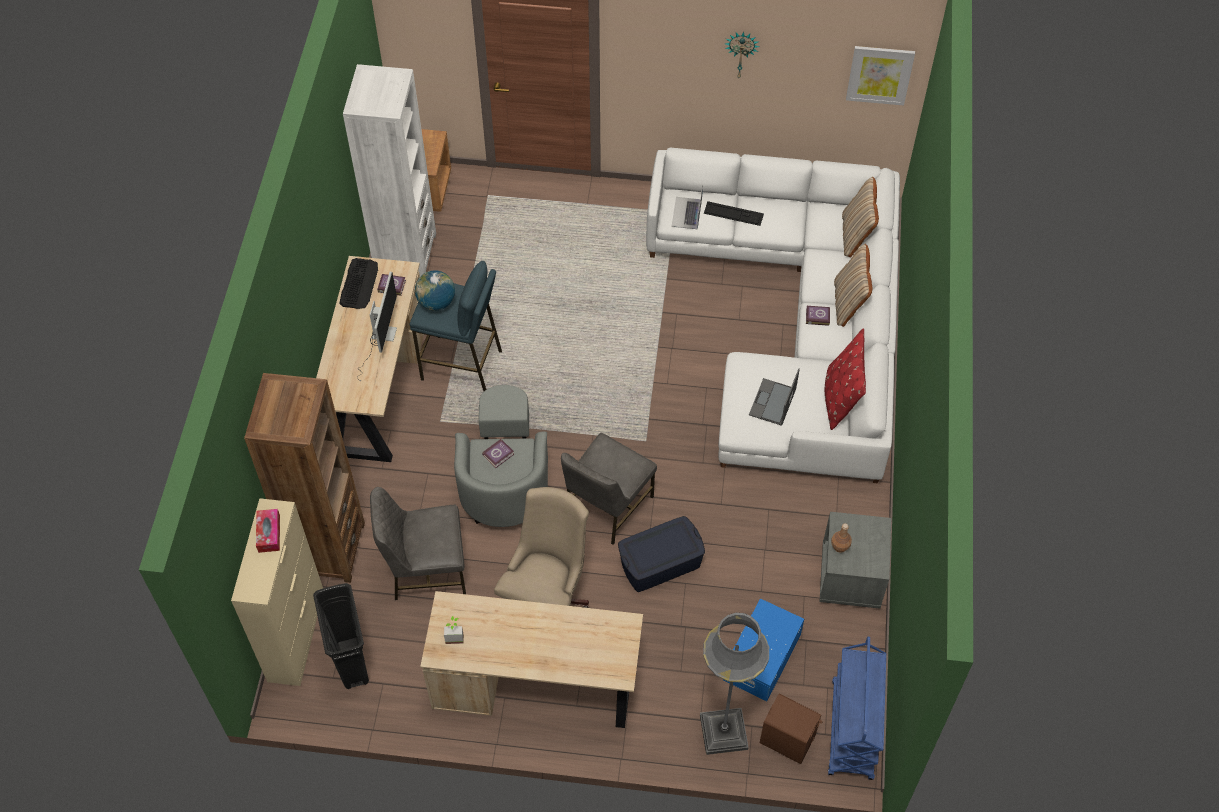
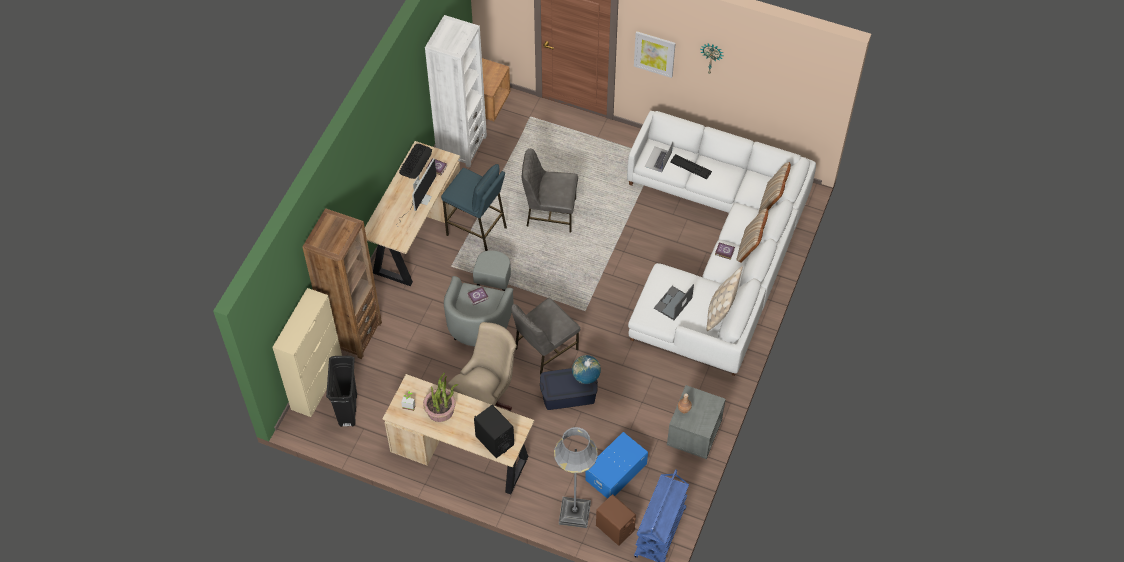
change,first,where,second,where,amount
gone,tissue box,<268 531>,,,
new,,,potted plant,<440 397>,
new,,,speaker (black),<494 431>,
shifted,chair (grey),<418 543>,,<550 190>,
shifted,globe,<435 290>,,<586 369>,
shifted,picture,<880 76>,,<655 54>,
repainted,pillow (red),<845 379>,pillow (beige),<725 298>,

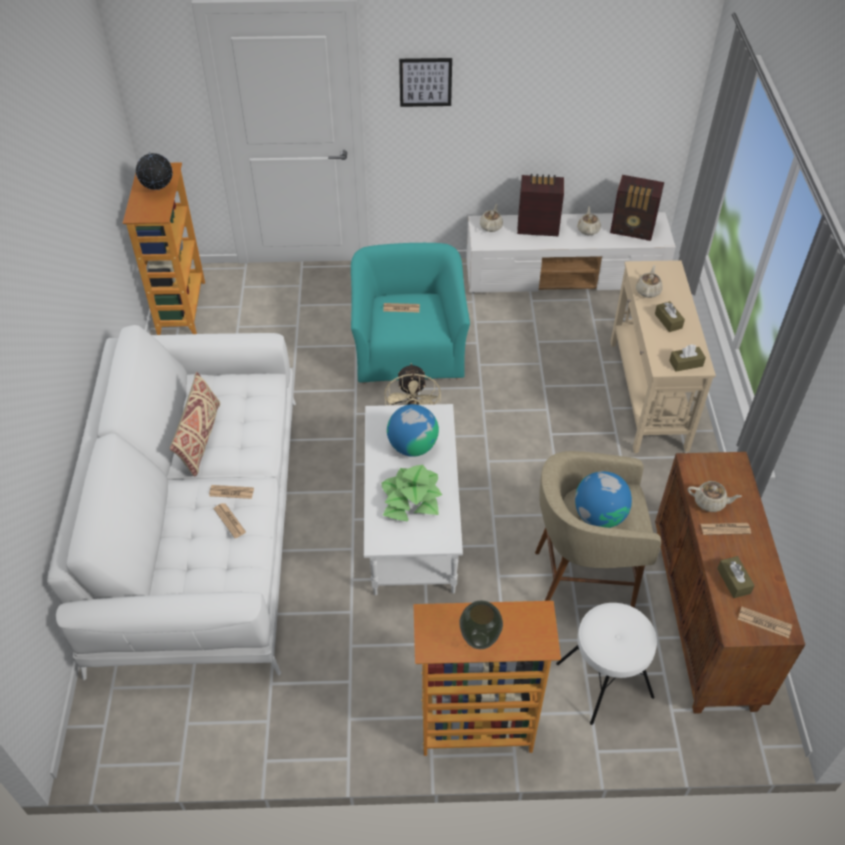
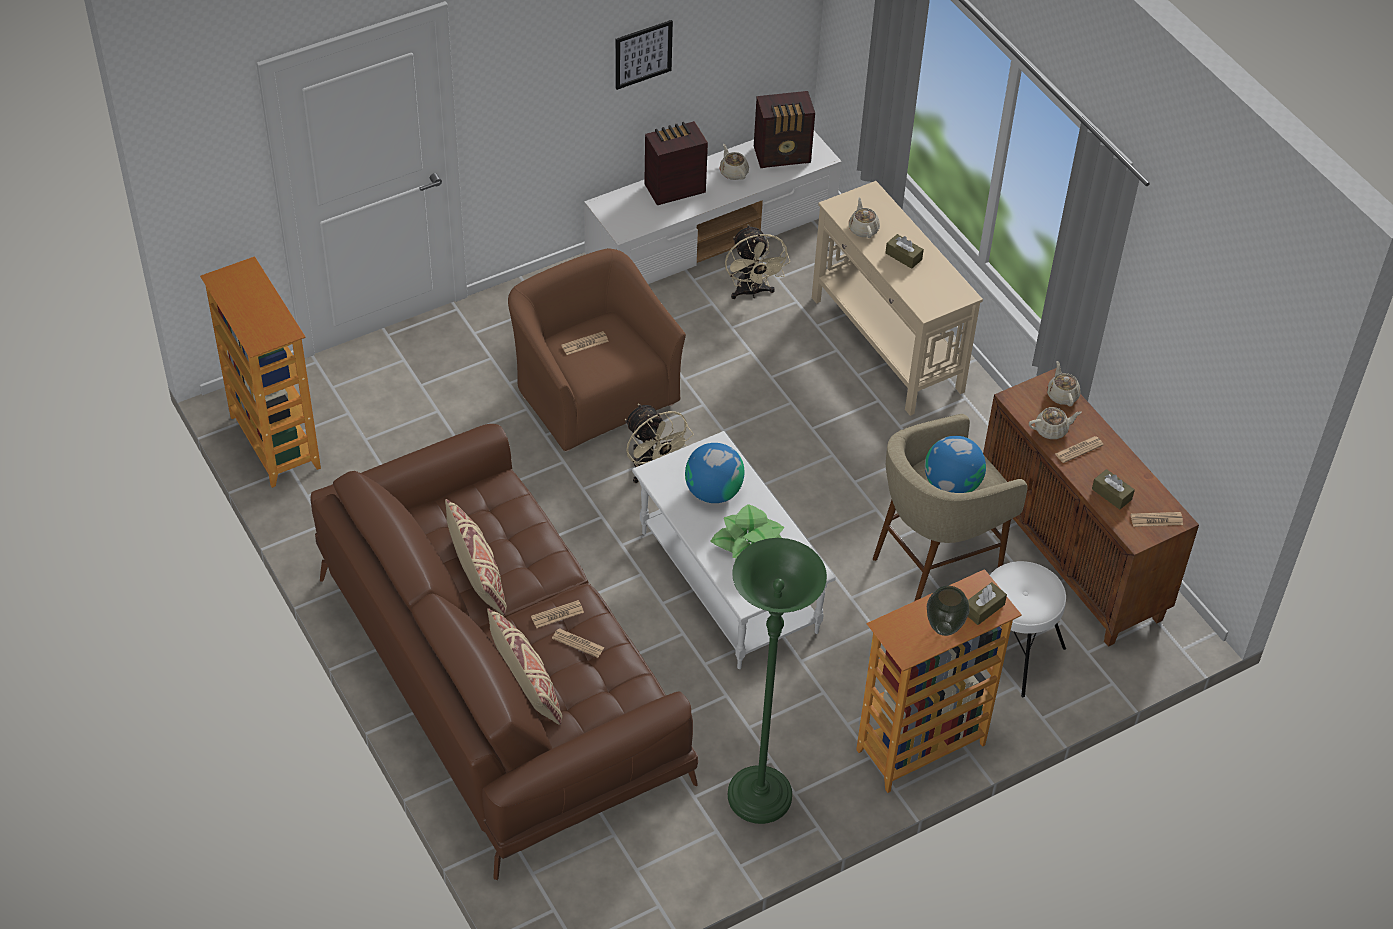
change,first,where,second,where,amount
gone,globe,<154 171>,,,
new,,,pillow (beige),<524 666>,
new,,,fan (beige),<757 261>,
new,,,floor lamp (green),<777 681>,
shifted,picture,<425 82>,,<644 55>,
shifted,teapot (beige),<491 218>,,<1064 383>,
shifted,tissue box (brown),<687 358>,,<987 603>,
repainted,sofa (white),<171 502>,sofa (brown),<504 652>,
repainted,armchair (turquoise),<410 313>,armchair (brown),<597 349>,

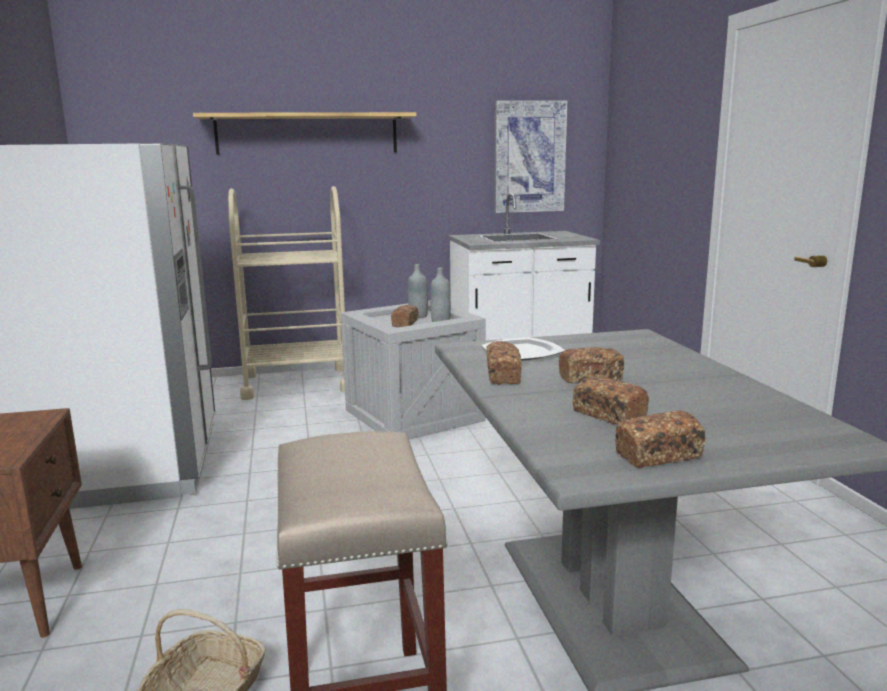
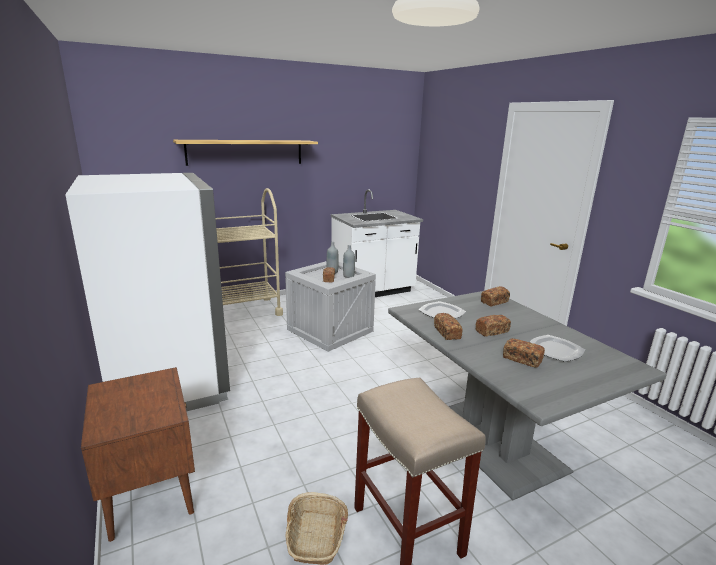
change,first,where,second,where,amount
gone,picture,<530 156>,,,
new,,,plate,<557 348>,
shifted,bread,<660 439>,,<495 296>,

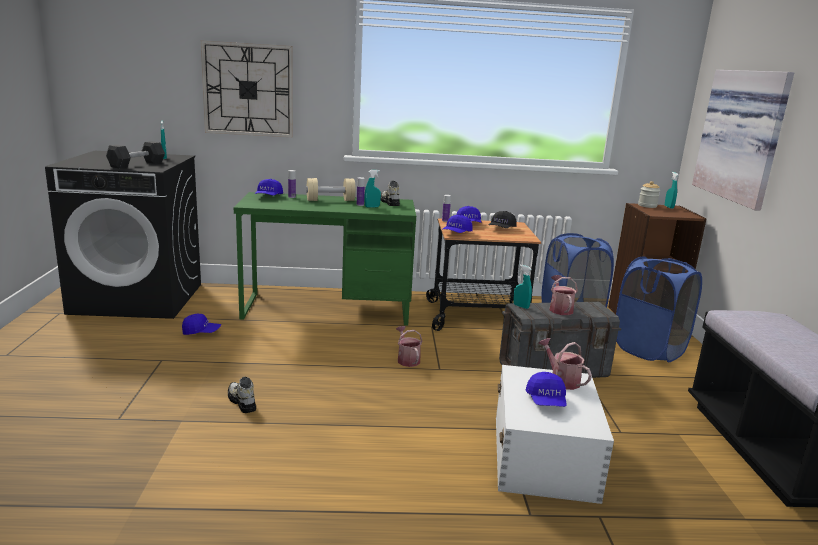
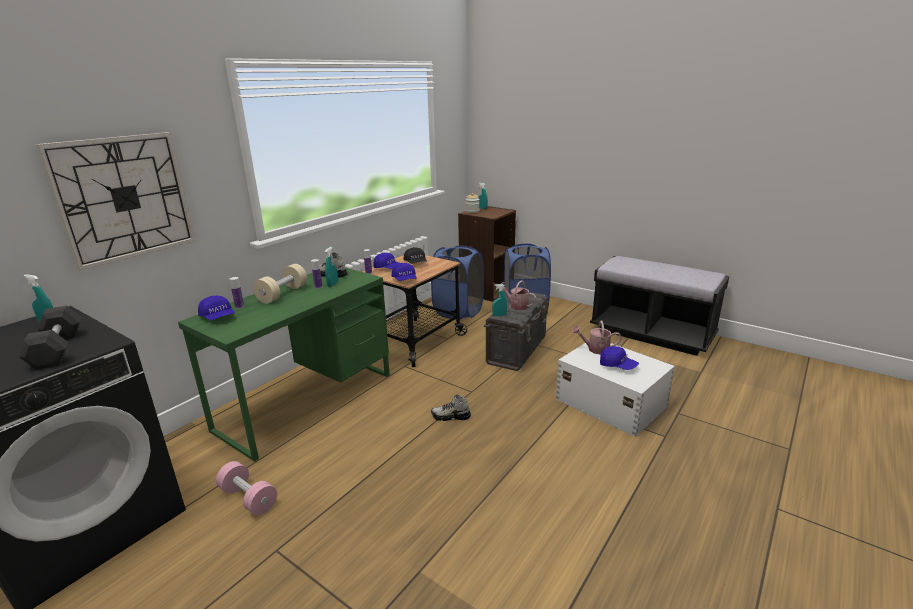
change,first,where,second,where,amount
gone,watering can,<409 346>,,,
gone,picture,<743 140>,,,
shifted,shoe,<242 395>,,<451 407>,
swapped,cap (blue),<201 324>,dumbbell (pink),<246 488>,

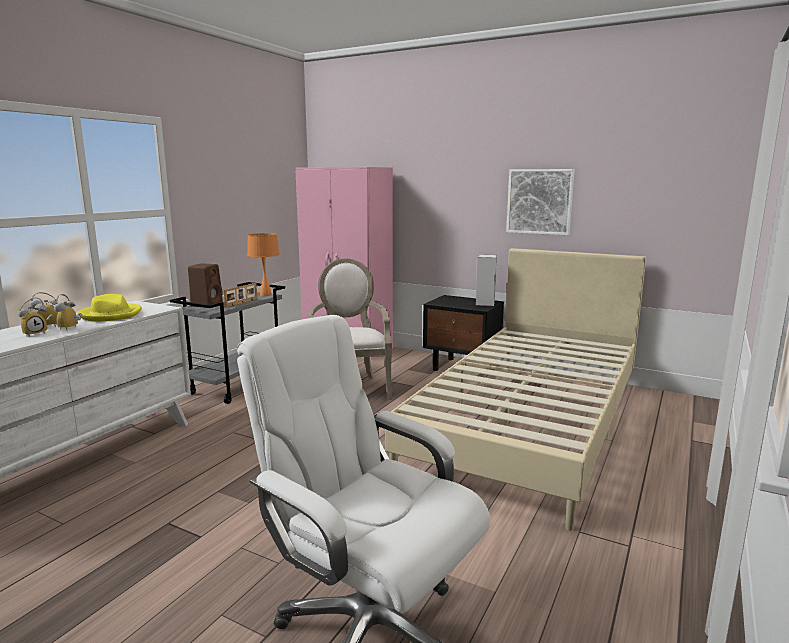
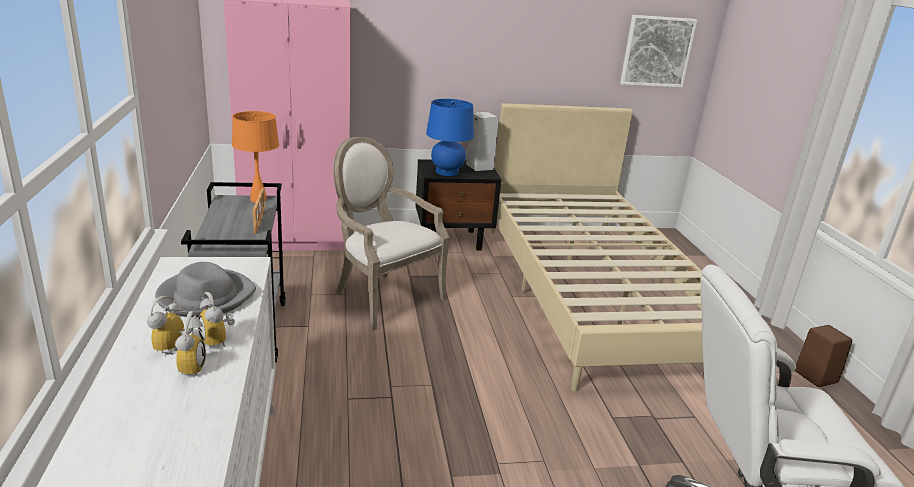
change,first,where,second,where,amount
new,,,table lamp (blue),<450 137>,
shifted,speaker (brown),<205 285>,,<823 356>,
shifted,picture,<540 202>,,<658 51>,
repainted,hat (yellow),<109 307>,hat (grey),<205 290>,

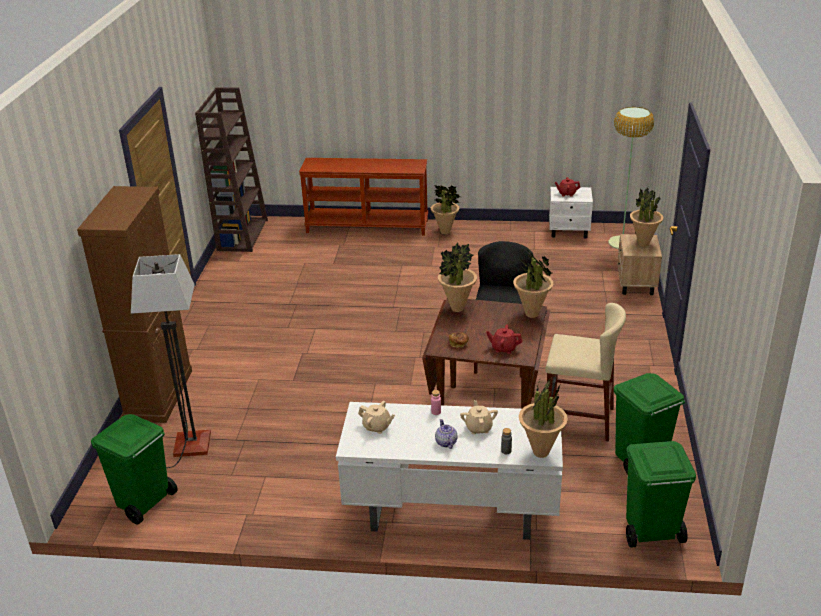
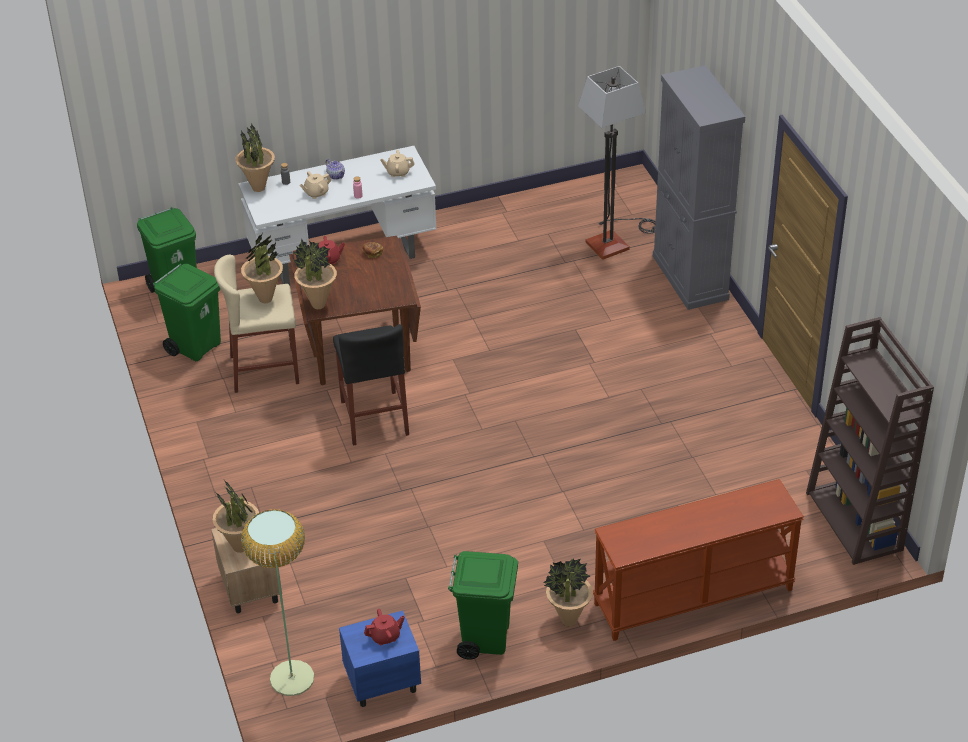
change,first,where,second,where,amount
shifted,trash can (green),<134 469>,,<483 605>,
shifted,potted plant,<457 277>,,<262 268>,
repainted,cabinet (brown),<134 304>,cabinet (grey),<699 187>,
repainted,nightstand (white),<571 212>,nightstand (blue),<380 658>,
rotated,teapot (beige),<479 417>,,<316 185>,90 degrees clockwise

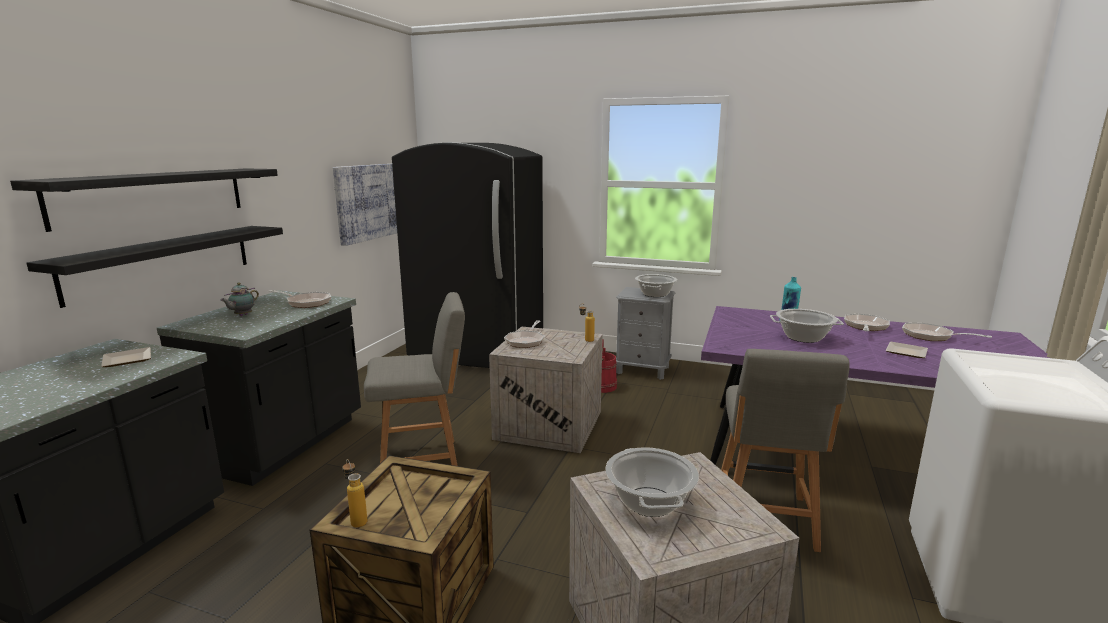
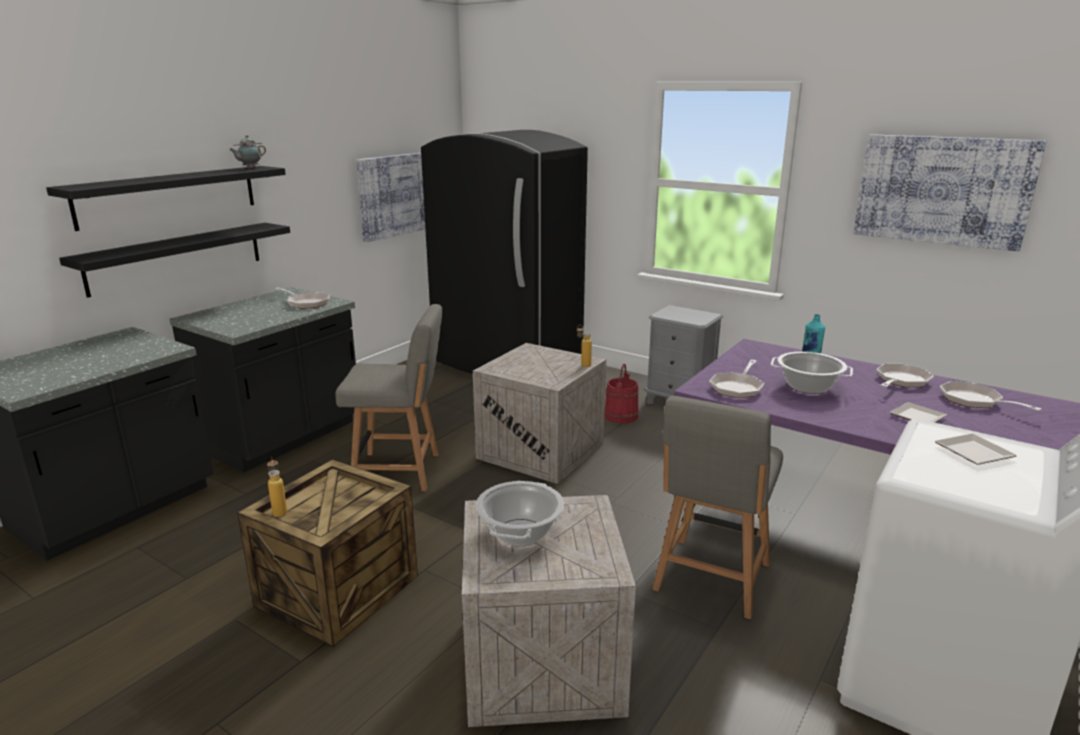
change,first,where,second,where,amount
gone,cooking pot,<656 285>,,,
new,,,picture,<950 192>,
shifted,plate,<126 357>,,<976 449>,
shifted,teapot,<239 299>,,<247 152>,
shifted,frying pan,<524 334>,,<736 379>,

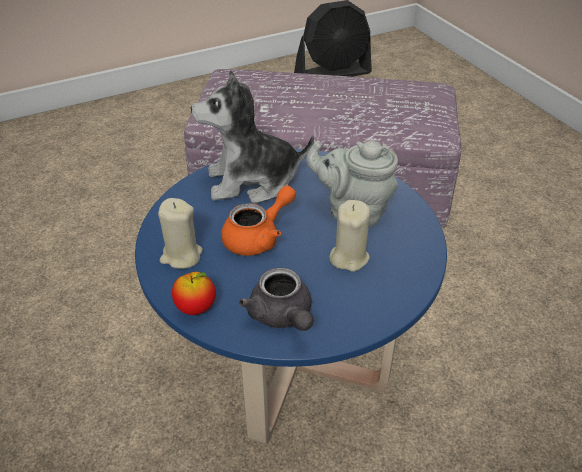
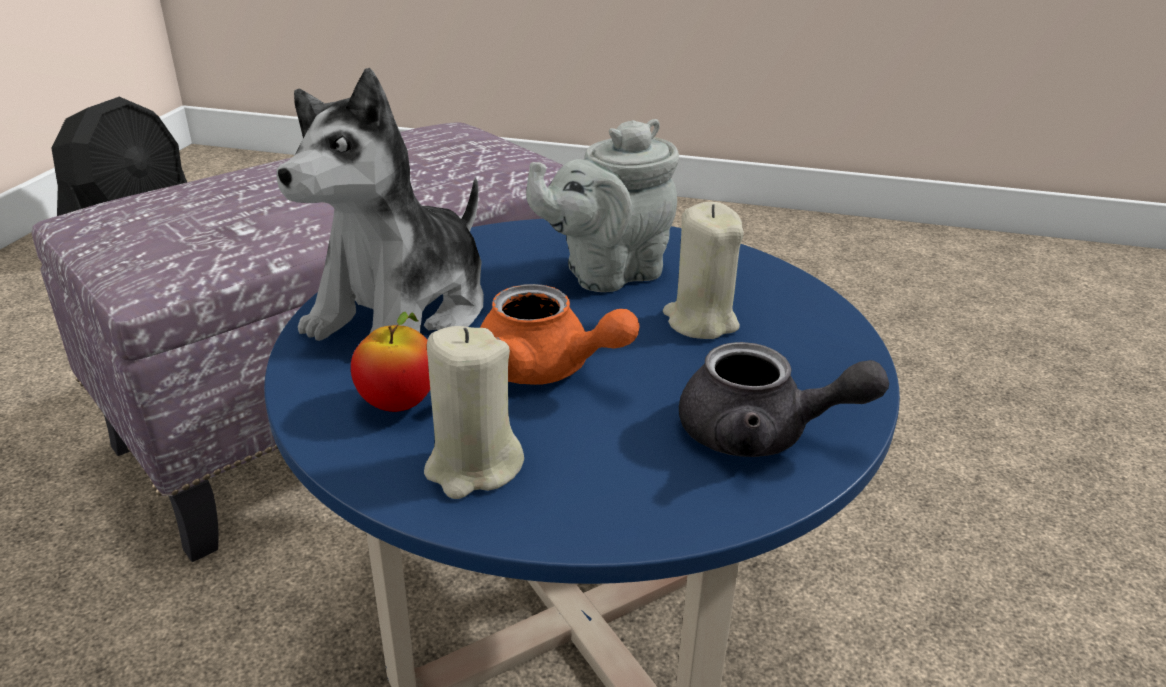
change,first,where,second,where,amount
shifted,apple,<194 293>,,<390 362>,
rotated,teapot (orange),<258 220>,,<560 334>,120 degrees clockwise

